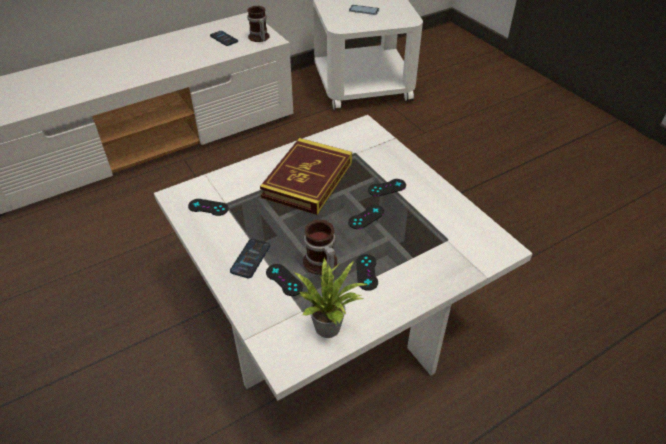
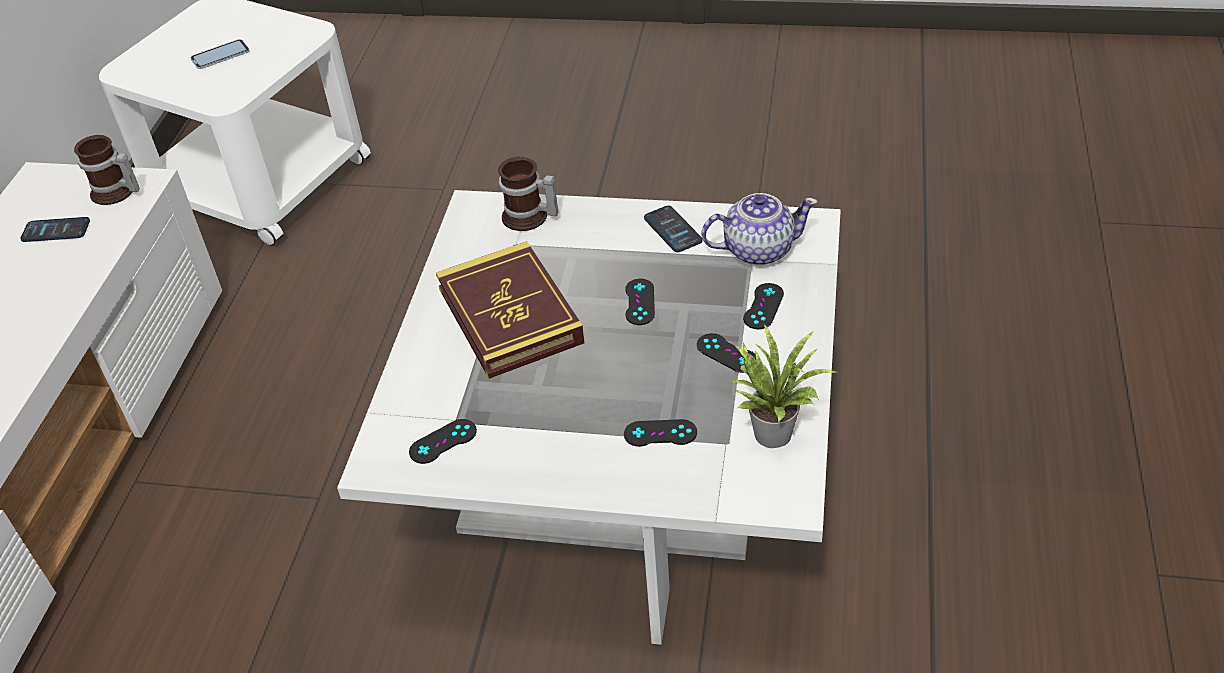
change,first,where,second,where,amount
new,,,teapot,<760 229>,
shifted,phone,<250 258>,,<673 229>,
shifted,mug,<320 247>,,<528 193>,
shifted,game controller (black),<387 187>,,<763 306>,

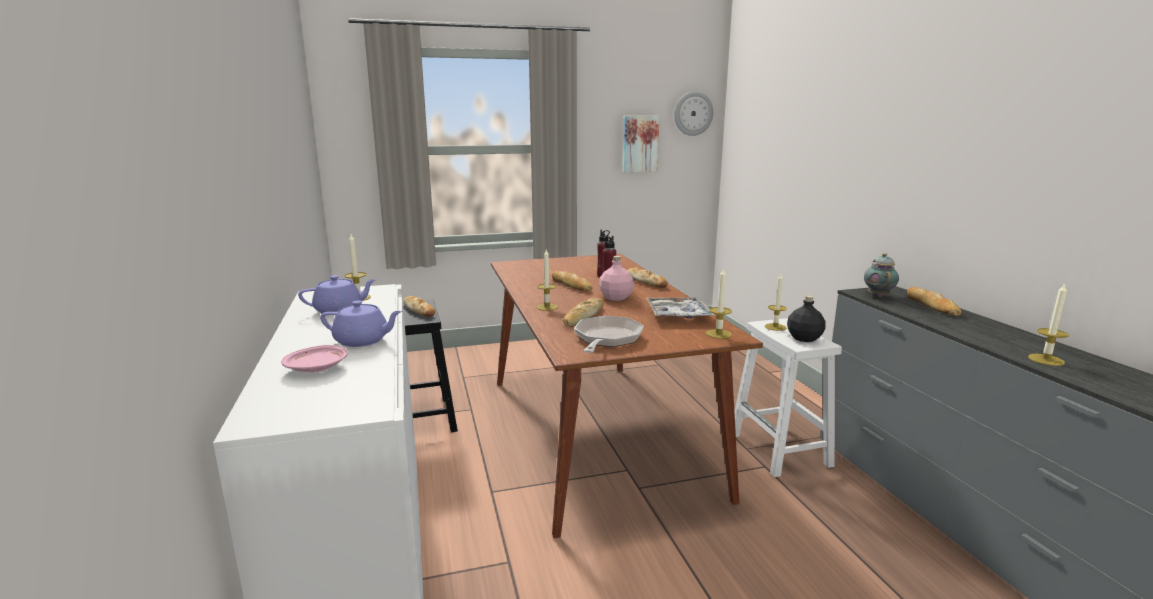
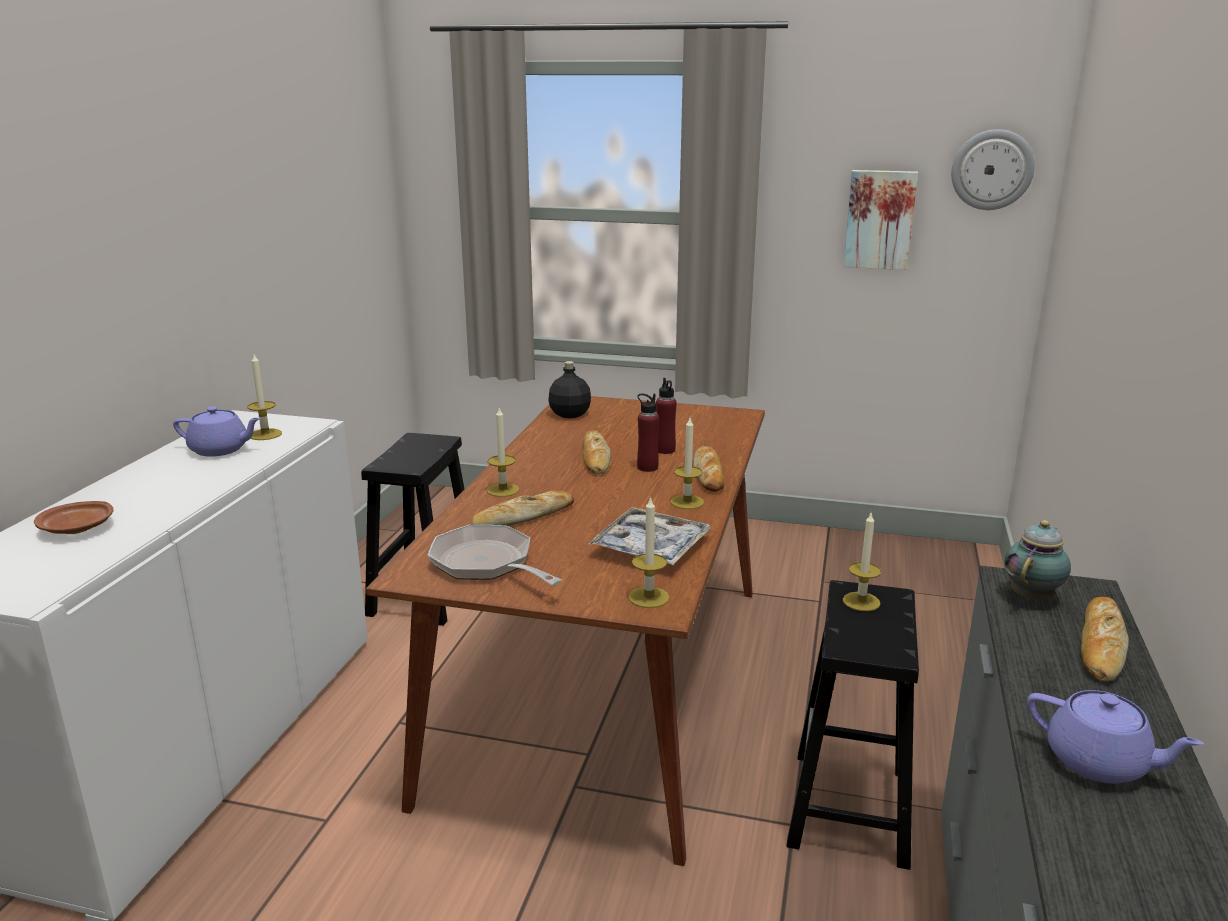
change,first,where,second,where,amount
gone,bread,<419 306>,,,
gone,bottle (pink),<616 278>,,,
shifted,teapot (purple),<361 323>,,<1115 737>,
shifted,bottle (black),<806 318>,,<569 389>,
shifted,candle,<1048 324>,,<687 463>,
repainted,plate (pink),<314 358>,plate (brown),<74 517>,
repainted,stool (white),<788 397>,stool (black),<852 725>,
rotated,frying pan,<609 334>,,<495 555>,90 degrees counterclockwise

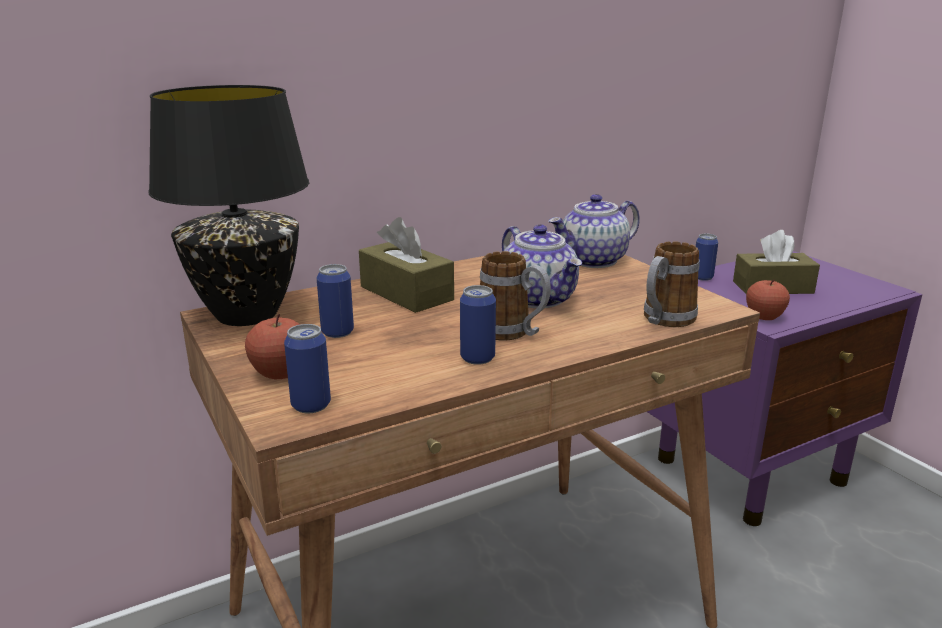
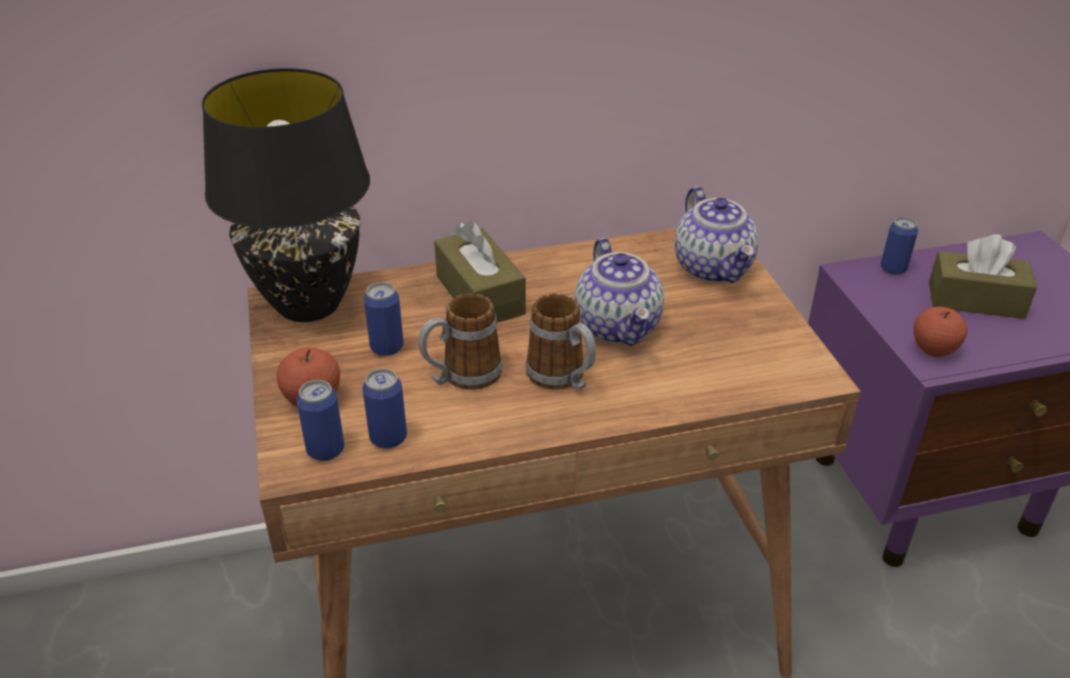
change,first,where,second,where,amount
shifted,can,<478 325>,,<384 408>,
shifted,mug,<672 284>,,<460 341>,
rotated,teapot,<594 231>,,<717 234>,90 degrees counterclockwise

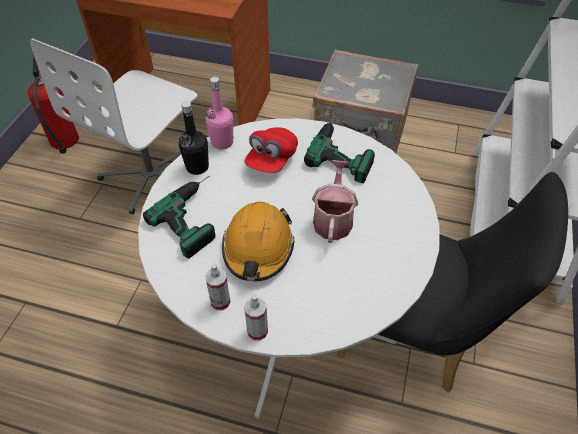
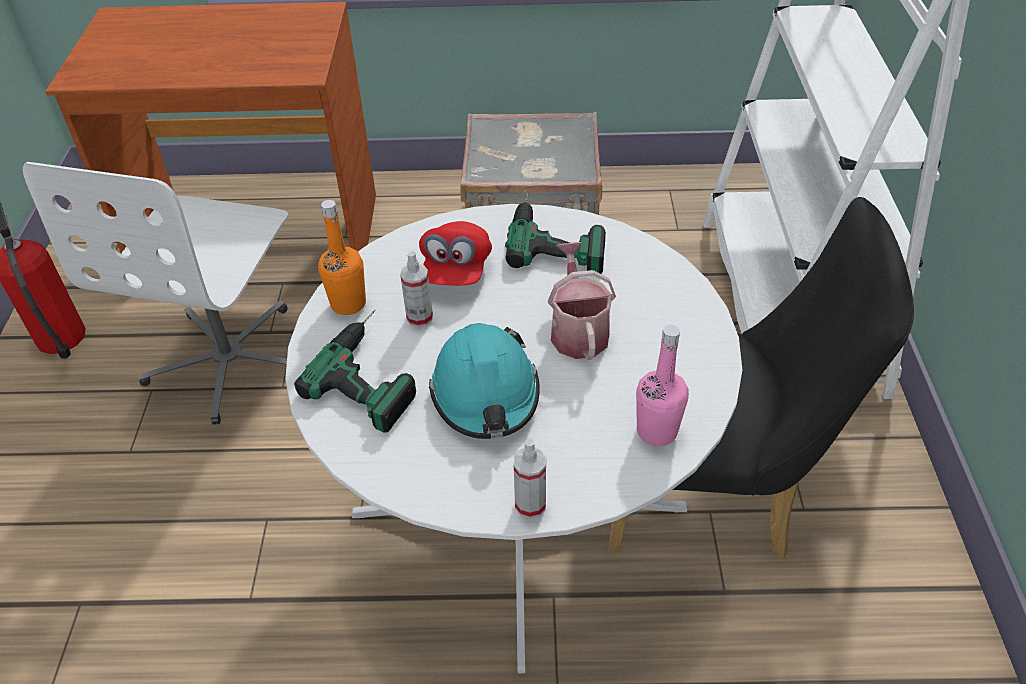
change,first,where,second,where,amount
shifted,spray bottle,<218 287>,,<416 289>,
shifted,bottle (pink),<220 113>,,<662 385>,
repainted,bottle (black),<194 138>,bottle (orange),<342 257>,
repainted,hard hat (orange),<258 242>,hard hat (turquoise),<484 381>,

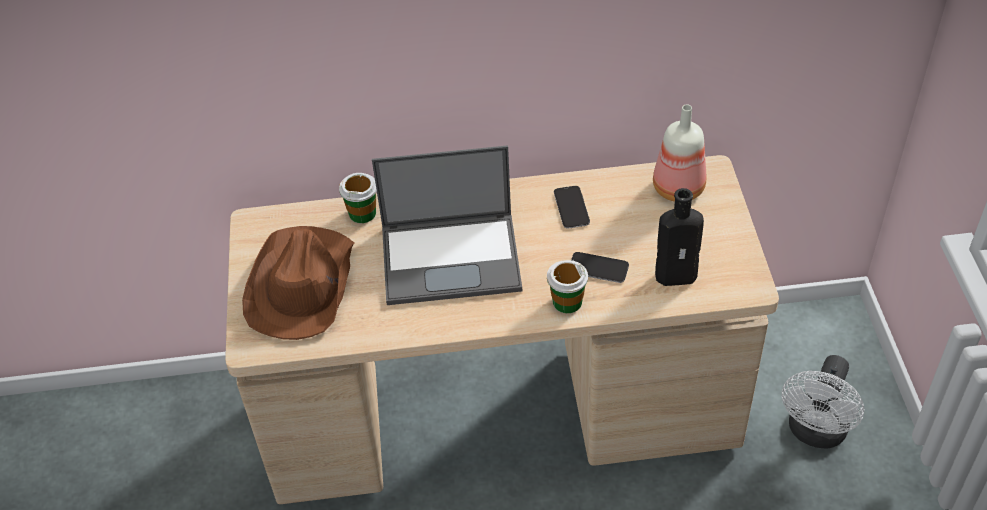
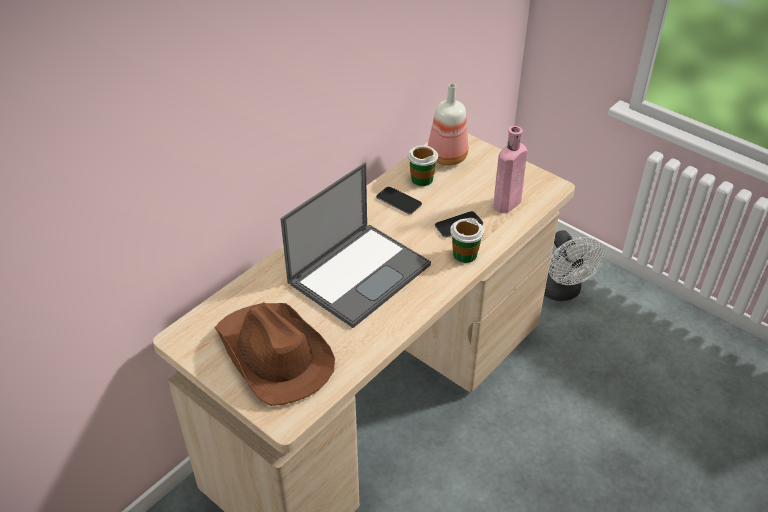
change,first,where,second,where,amount
shifted,cup,<358 198>,,<423 165>,
repainted,bottle (black),<679 237>,bottle (pink),<510 169>,

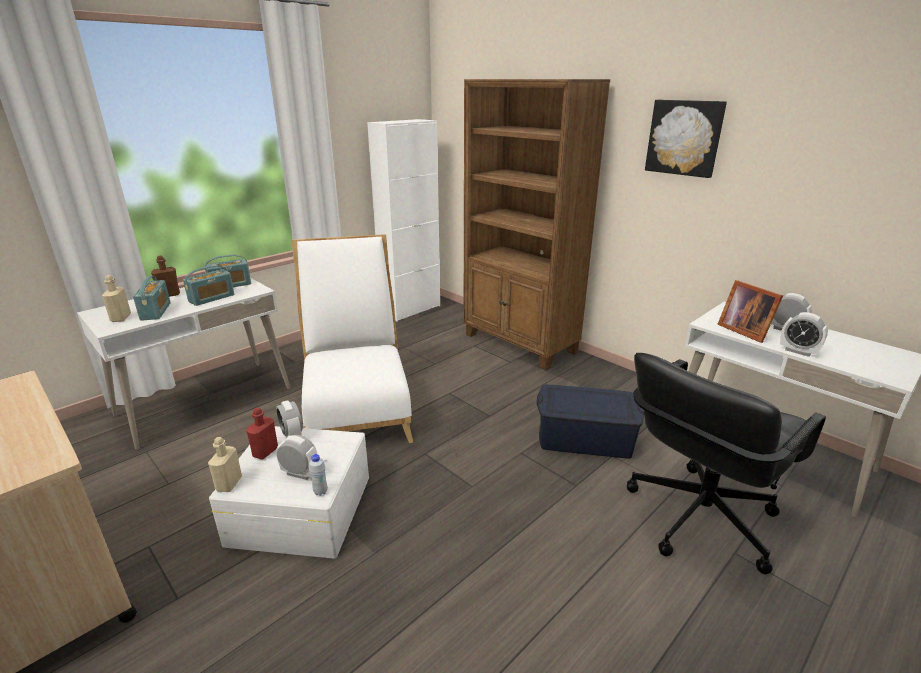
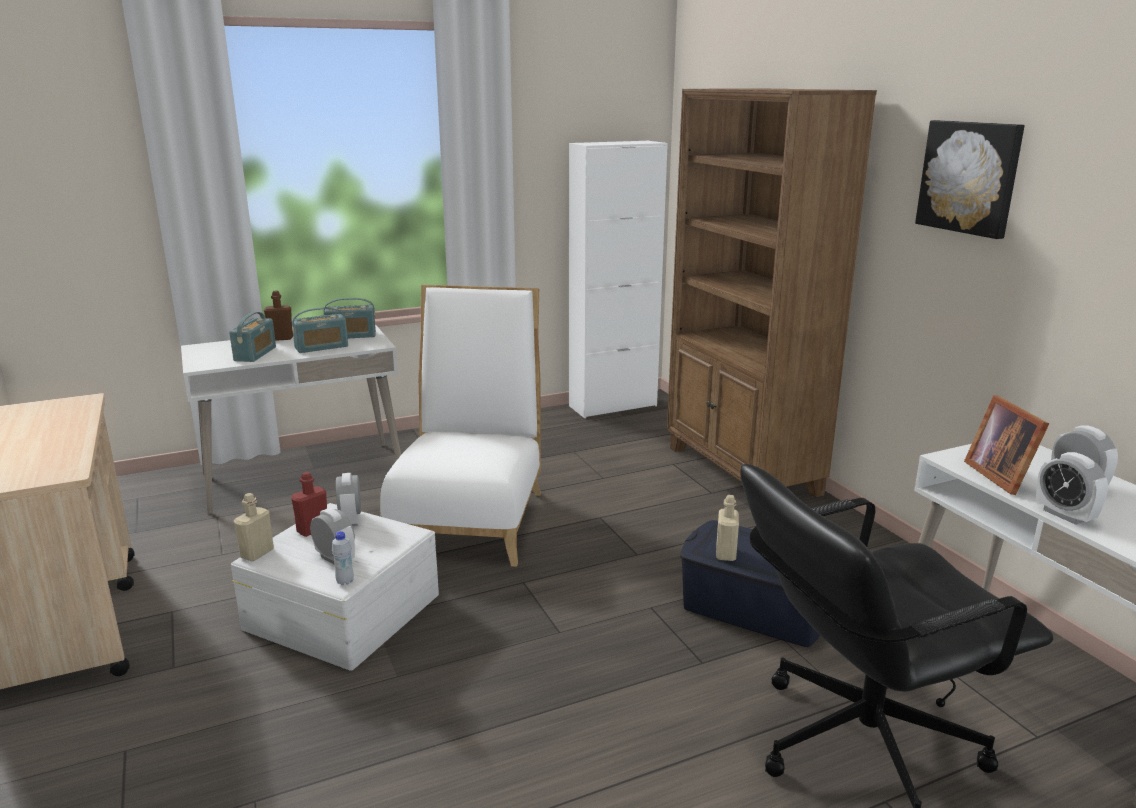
change,first,where,second,where,amount
shifted,bottle (beige),<116 298>,,<727 528>,

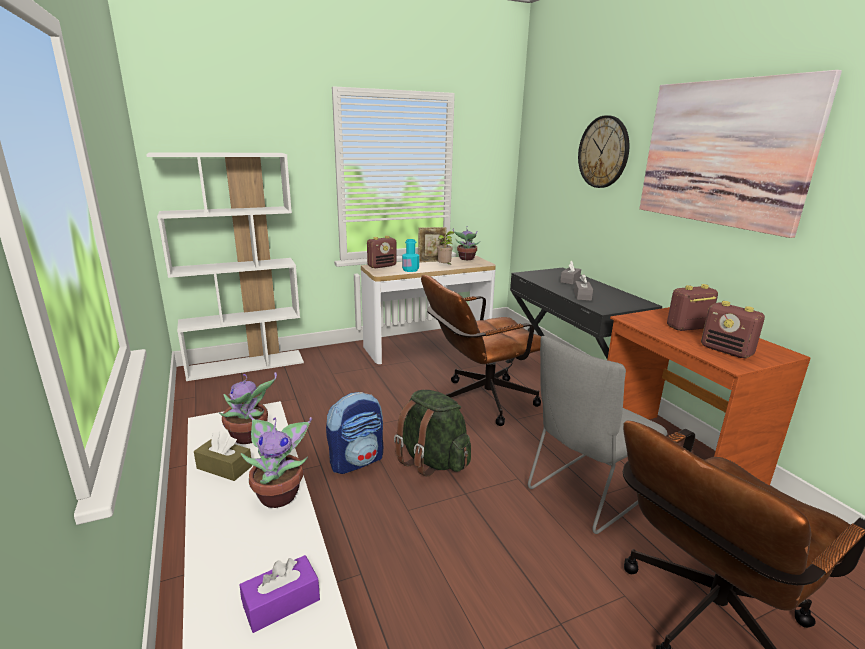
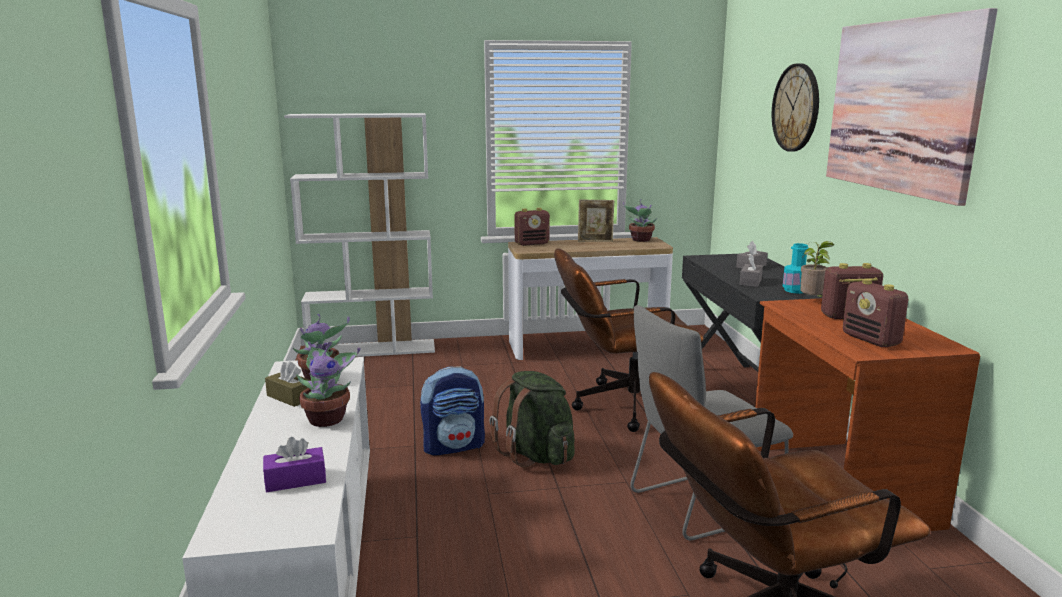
change,first,where,second,where,amount
shifted,bottle (turquoise),<410 255>,,<796 268>,
shifted,potted plant,<445 247>,,<817 269>,

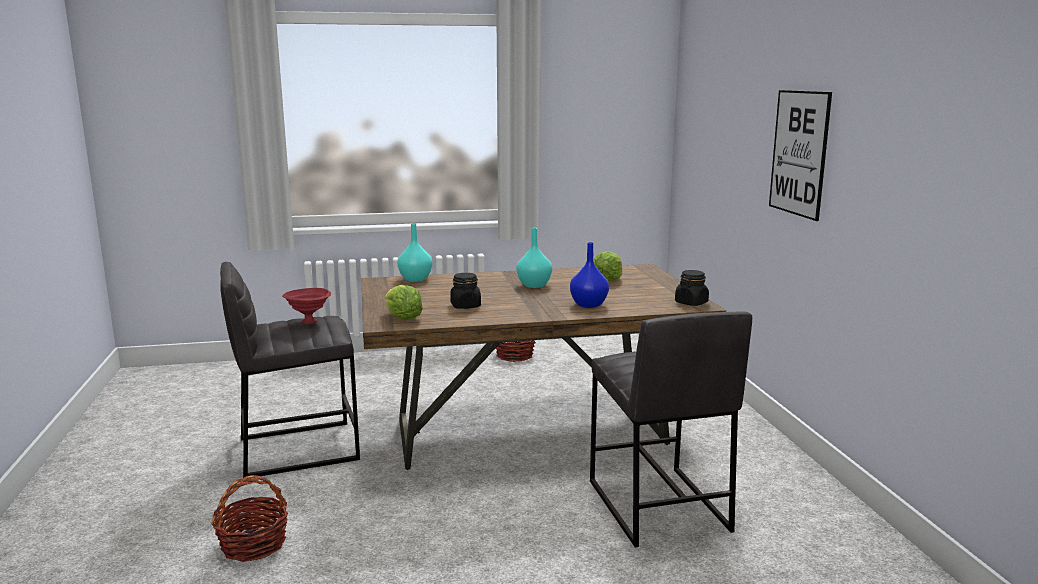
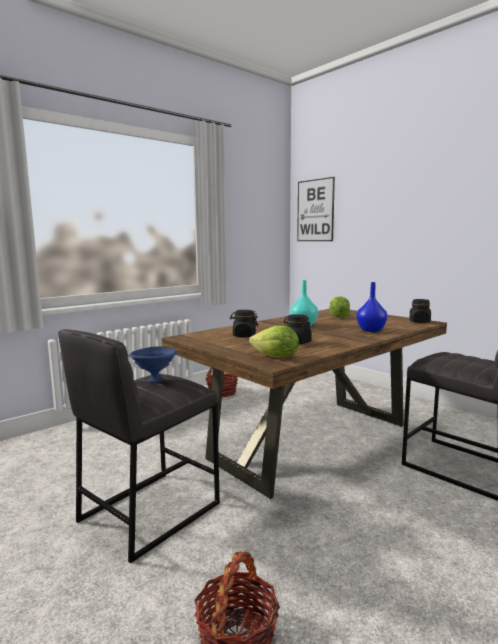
change,first,where,second,where,amount
gone,vase (turquoise),<415 252>,,,
new,,,jar (black),<244 323>,
shifted,picture,<800 155>,,<316 209>,
repainted,bowl (red),<306 306>,bowl (blue),<153 364>,

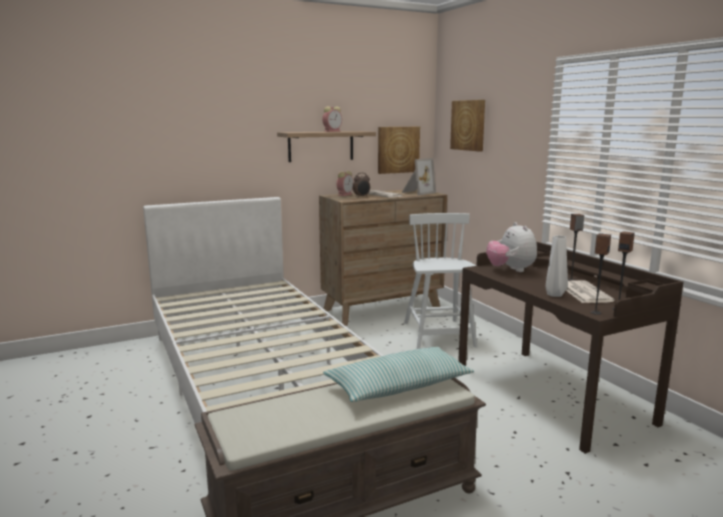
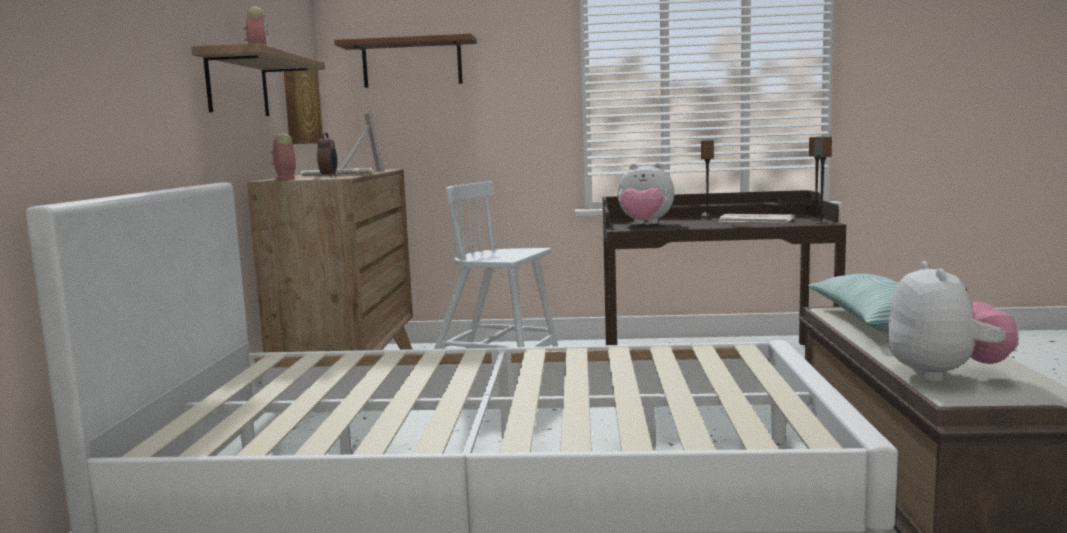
change,first,where,second,where,amount
gone,vase (white),<557 266>,,,
new,,,plush toy,<952 321>,
swapped,picture,<467 126>,shelf (brown),<405 60>,

